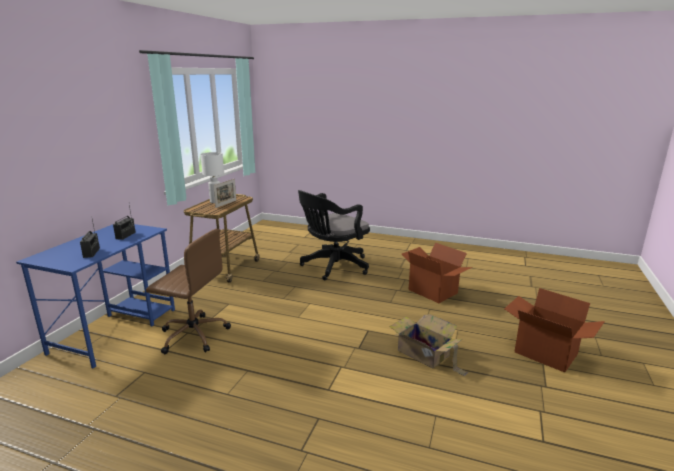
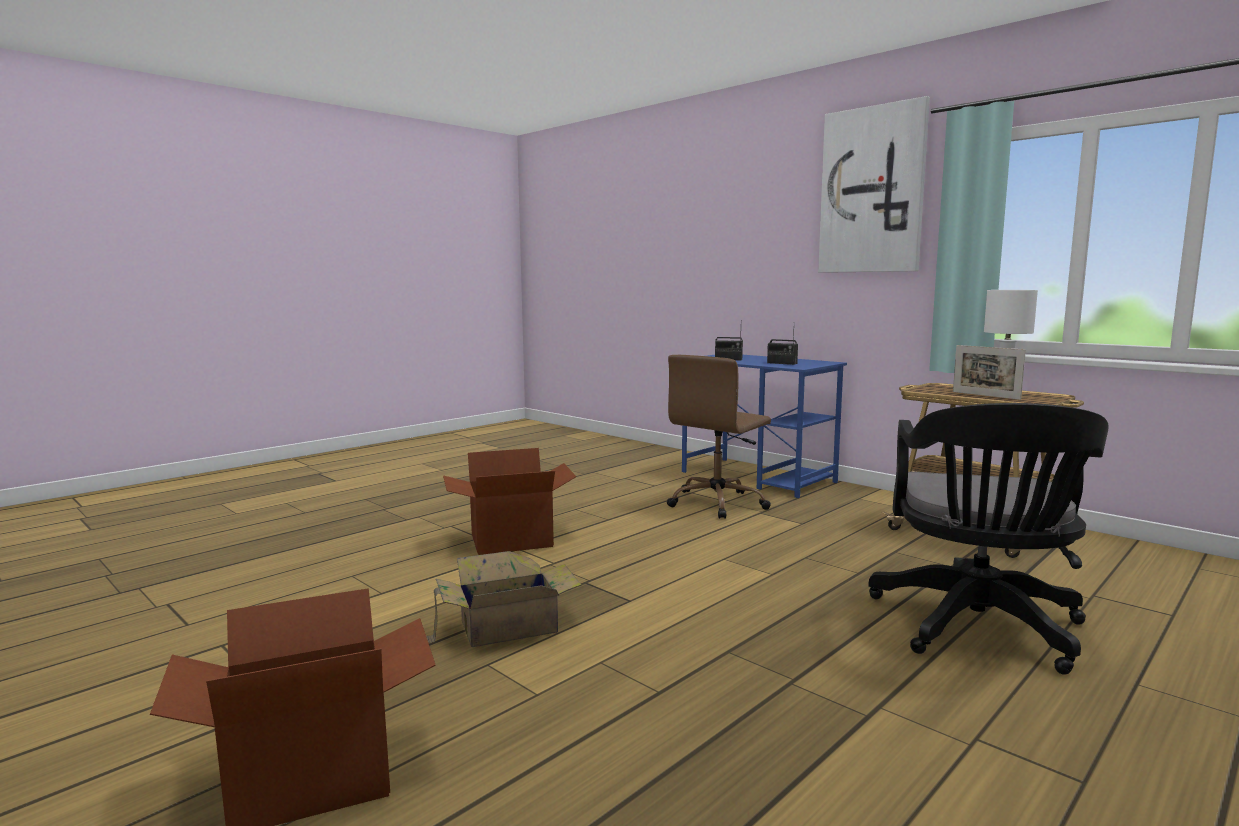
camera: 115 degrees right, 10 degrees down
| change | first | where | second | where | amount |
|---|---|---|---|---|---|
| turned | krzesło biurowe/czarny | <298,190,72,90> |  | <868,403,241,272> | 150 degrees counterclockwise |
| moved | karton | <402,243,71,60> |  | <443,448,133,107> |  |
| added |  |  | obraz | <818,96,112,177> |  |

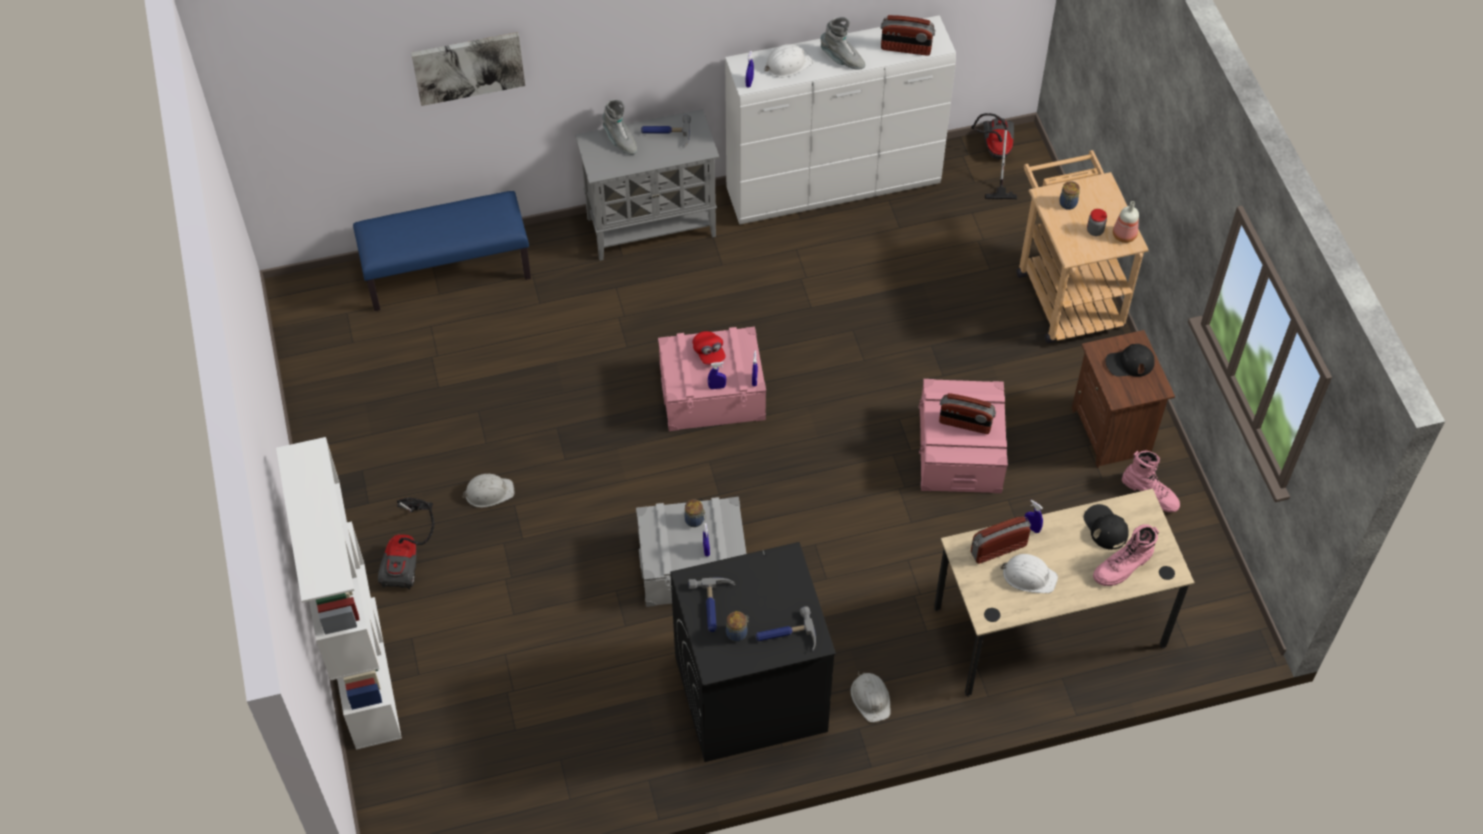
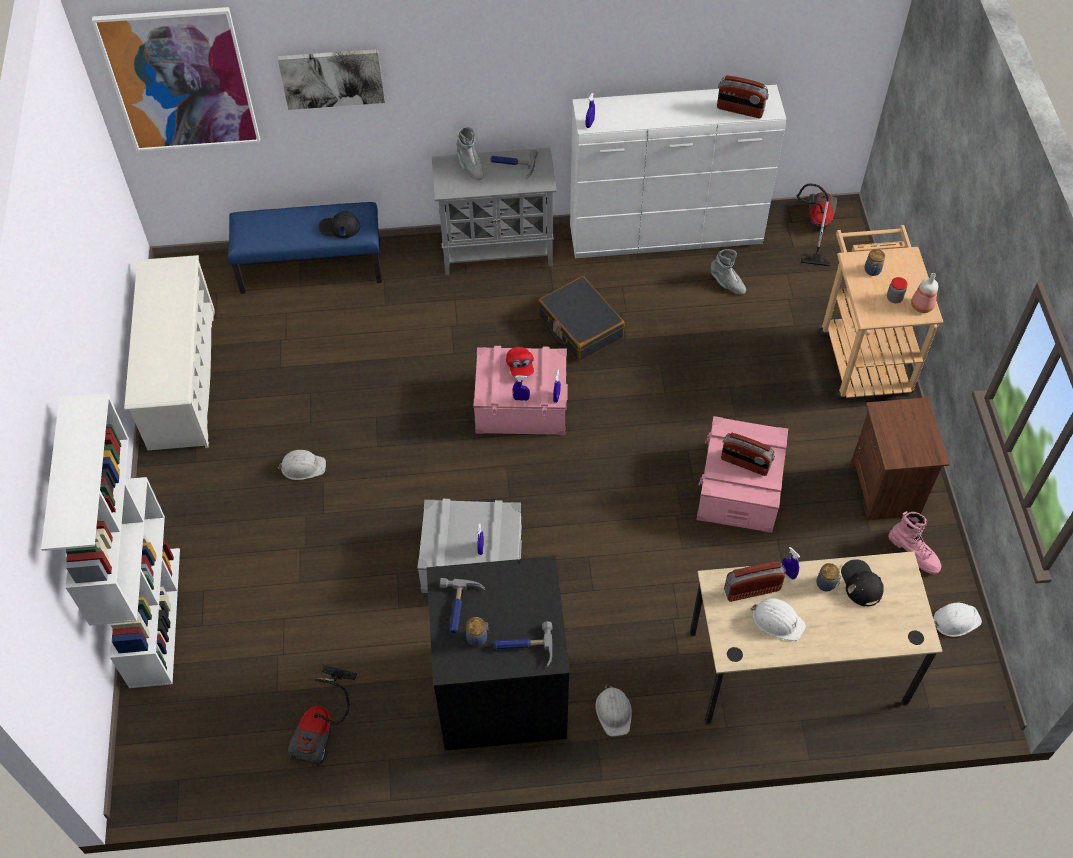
camera: 10 degrees right, 0 degrees up
| change | first | where | second | where | amount |
|---|---|---|---|---|---|
| moved | but z cholewką/szary | <821,17,44,53> |  | <710,249,36,46> |  |
| moved | kask/biały | <765,44,48,33> |  | <933,603,49,34> |  |
| moved | czapka z daszkiem/czarny | <1105,344,50,33> |  | <318,211,42,28> |  |
| moved | odkurzacz | <378,498,56,91> |  | <287,665,70,101> |  |
| moved | słoik | <684,499,22,28> |  | <816,563,25,29> |  |
| removed | but z cholewką/różowy | <1093,524,66,62> |  |  |  |
| added |  |  | obraz | <92,7,168,144> |  |
| added |  |  | regał na buty/biały | <124,255,91,195> |  |
| added |  |  | walizka/czarny | <538,276,87,85> |  |

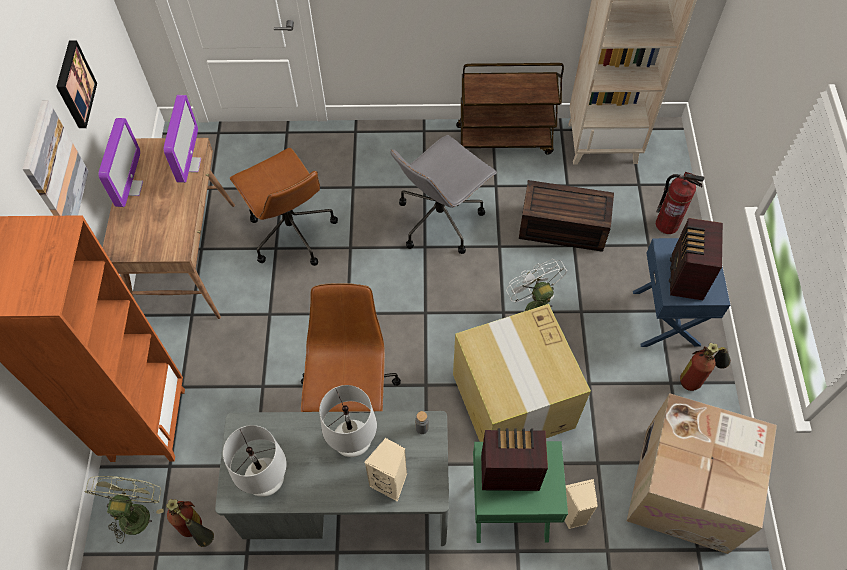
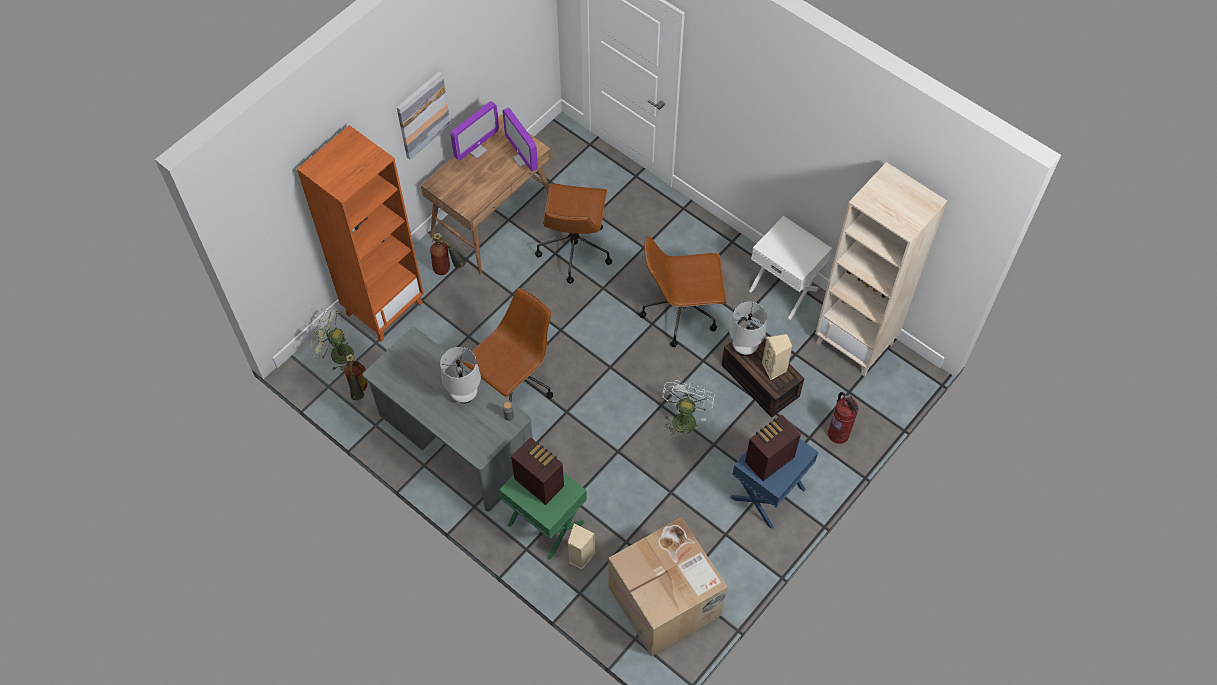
camera: 40 degrees right, 0 degrees up
| change | first | where | second | where | amount |
|---|---|---|---|---|---|
| removed | obraz | <56,40,41,88> |  |  |  |
| replaced | wózek/brązowy | <456,63,108,92> | szafka nocna/biały | <749,216,83,103> |  |
| turned | monitor | <164,95,37,88> |  | <502,107,36,65> | 105 degrees clockwise |
| recoloured | krzesło biurowe/szary | <390,135,107,119> | krzesło biurowe/brązowy | <639,236,87,111> |  |
| removed | karton | <453,304,138,138> |  |  |  |
| moved | gaśnica | <680,343,51,48> |  | <430,233,36,42> |  |
| moved | lampa stołowa/biały | <223,425,64,72> |  | <729,302,38,54> |  |
| moved | głośnik/beżowy | <364,438,43,64> |  | <762,334,31,46> |  |
| turned | wentylator/zielony | <85,476,79,67> |  | <310,308,44,63> | 120 degrees counterclockwise |

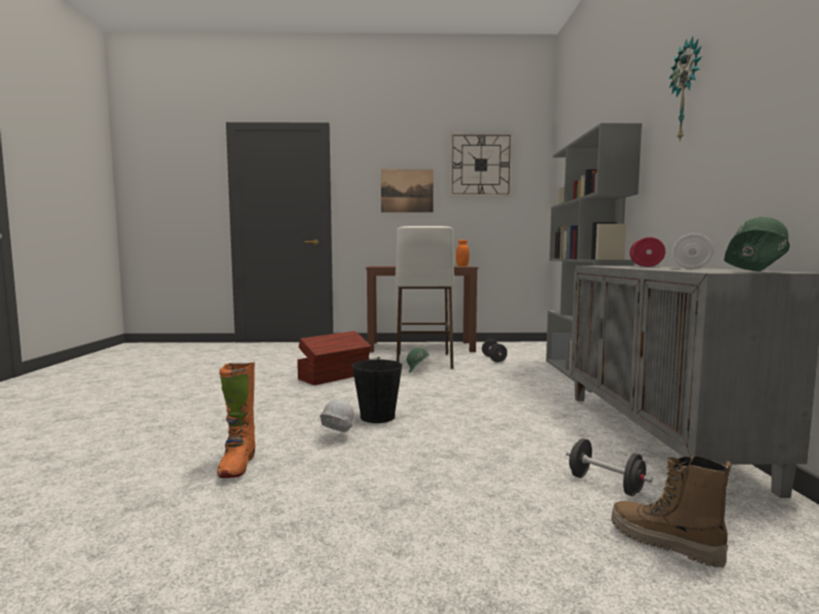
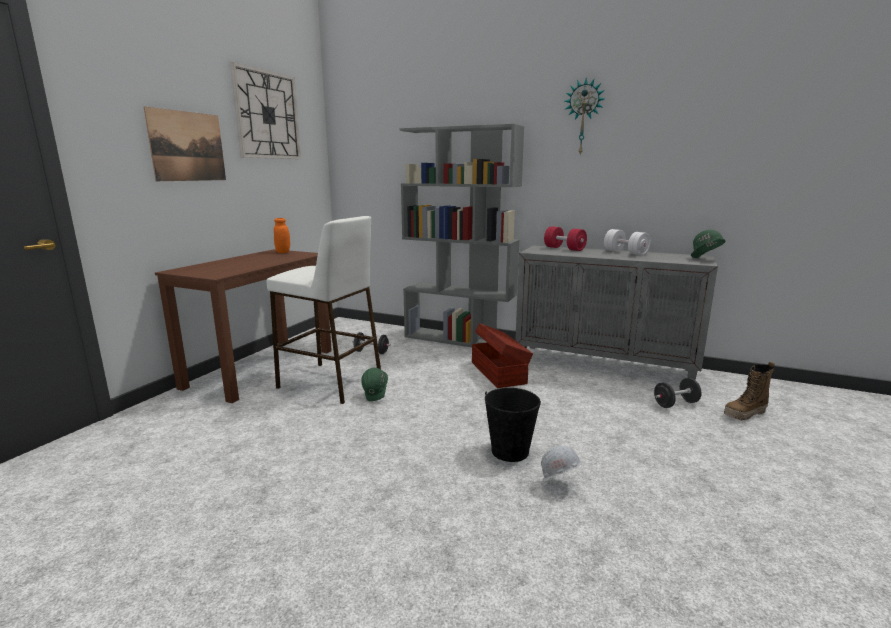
camera: 65 degrees left, 10 degrees up
| change | first | where | second | where | amount |
|---|---|---|---|---|---|
| moved | pojemnik do przechowywania/brązowy | <297,331,74,54> |  | <472,323,61,65> |  |
| removed | but z cholewką/pomarańczowy | <217,362,38,116> |  |  |  |

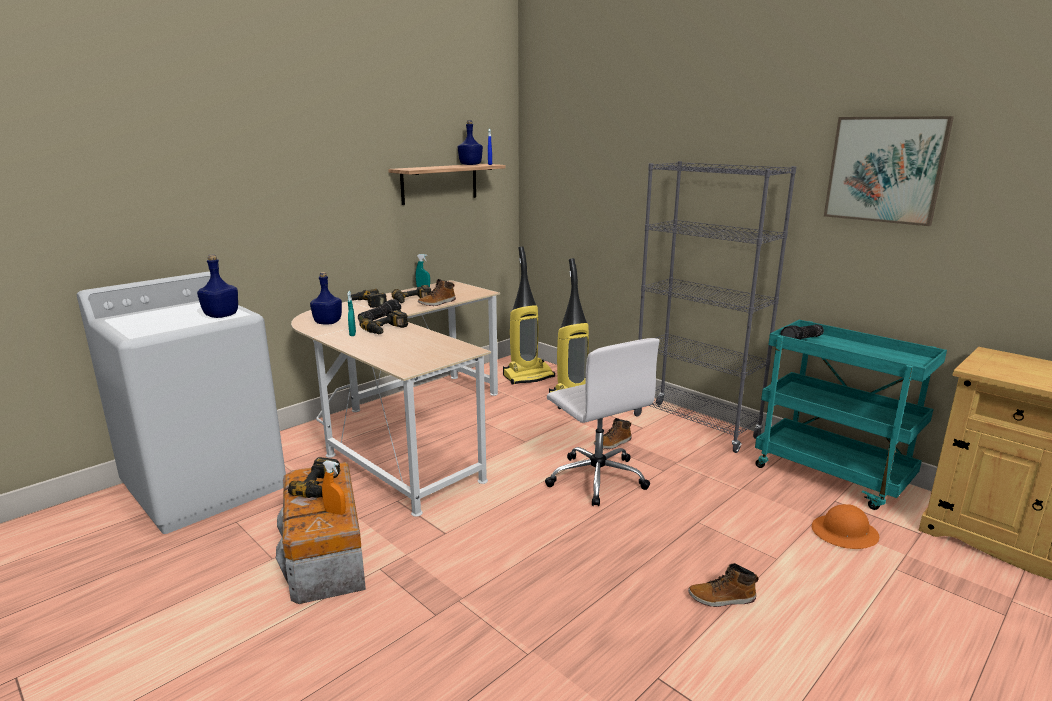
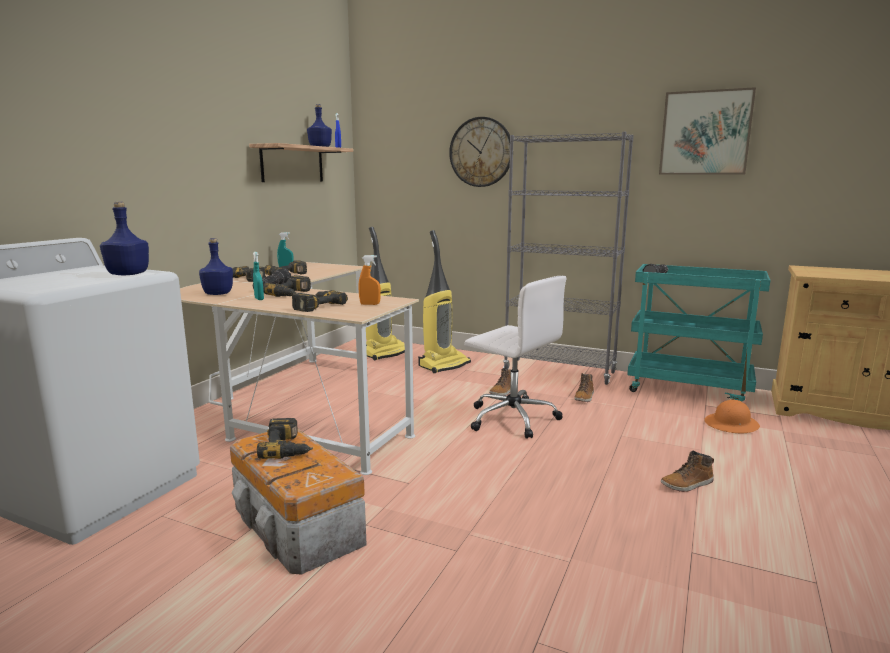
camera: 20 degrees left, 5 degrees down
| change | first | where | second | where | amount |
|---|---|---|---|---|---|
| moved | but z cholewką | <418,279,38,27> |  | <574,373,20,29> |  |
| moved | spryskiwacz/pomarańczowy | <322,460,24,55> |  | <359,255,22,50> |  |
| added |  |  | zegar ścienny | <449,117,61,70> |  |
| added |  |  | wiertarka | <292,290,56,22> |  |

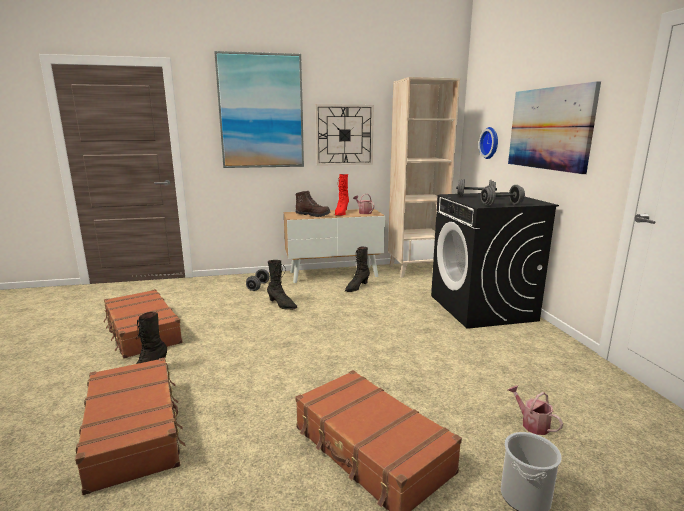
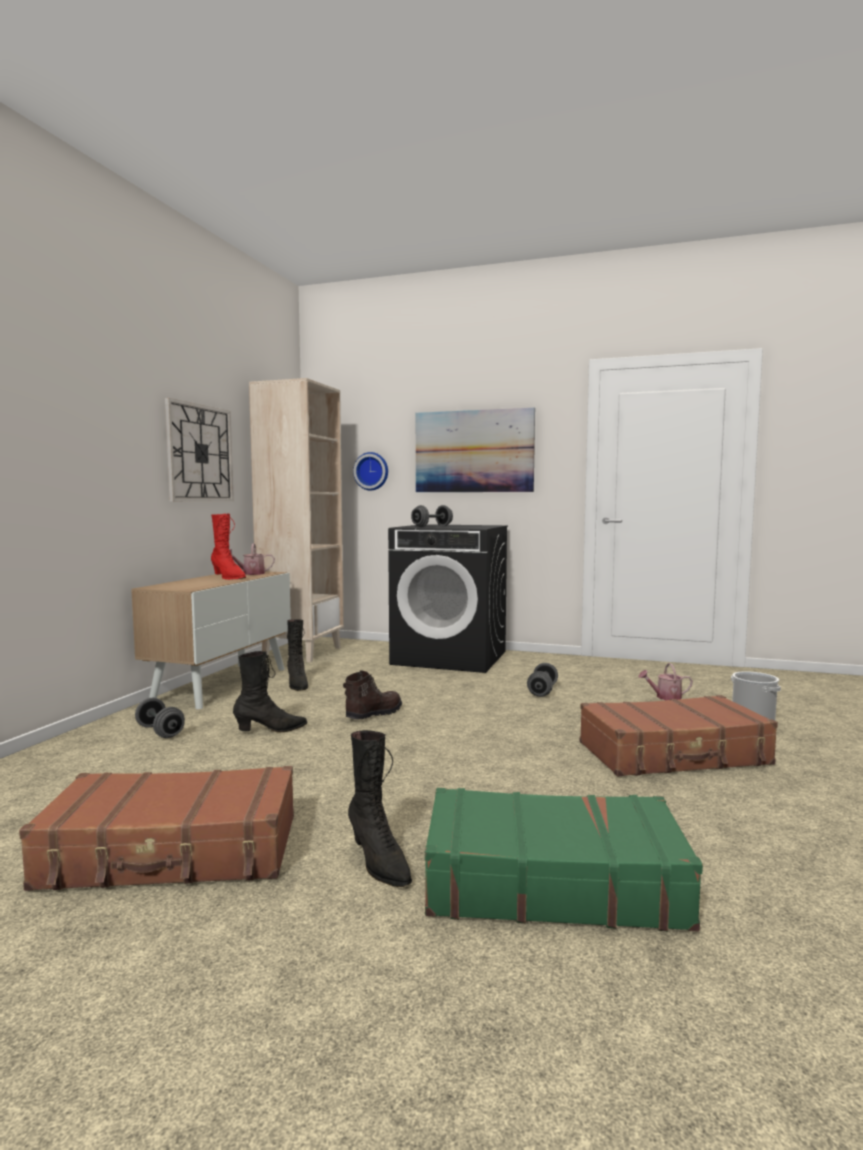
camera: 60 degrees left, 10 degrees down
| change | first | where | second | where | amount |
|---|---|---|---|---|---|
| removed | obraz | <214,51,90,117> |  |  |  |
| moved | hantel/szary | <481,185,44,21> |  | <527,663,31,34> |  |
| moved | but z cholewką/brązowy | <295,191,36,26> |  | <343,670,59,49> |  |
| recoloured | walizka/brązowy | <75,357,111,138> | walizka/zielony | <425,788,278,144> |  |

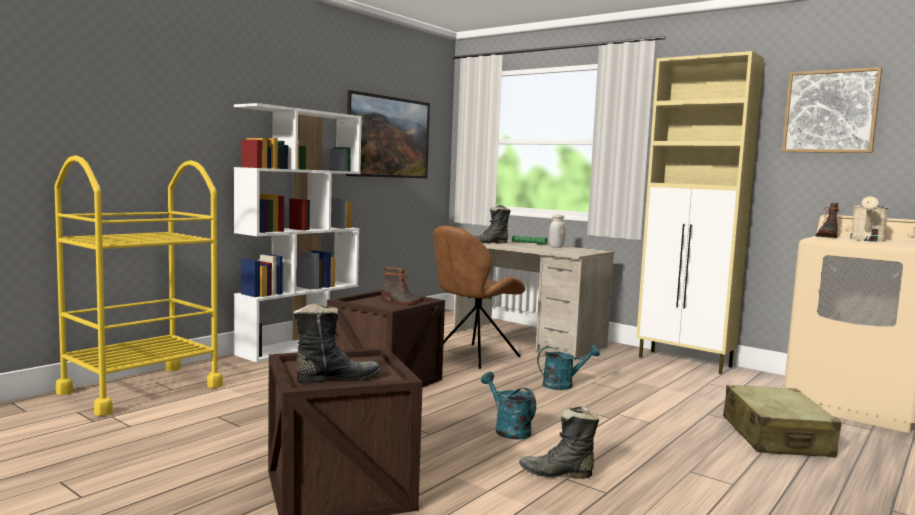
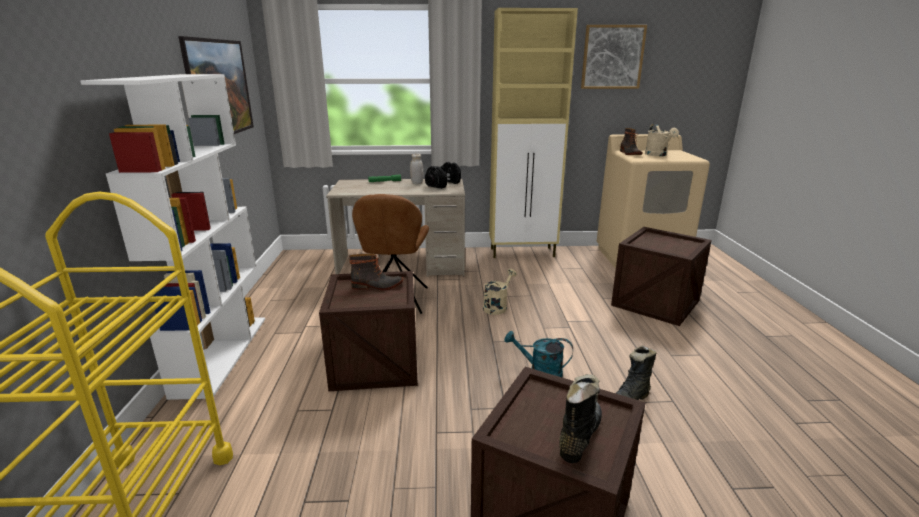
camera: 40 degrees left, 15 degrees up
| change | first | where | second | where | amount |
|---|---|---|---|---|---|
| removed | but z cholewką/czarny | <474,205,37,39> |  |  |  |
| recoloured | konewka/turkusowy | <537,345,63,45> | konewka/beżowy | <483,269,34,46> |  |
| replaced | walizka/beżowy | <723,385,119,73> | skrzynka | <611,227,101,99> |  |
| added |  |  | hantel/czarny | <425,162,36,27> |  |

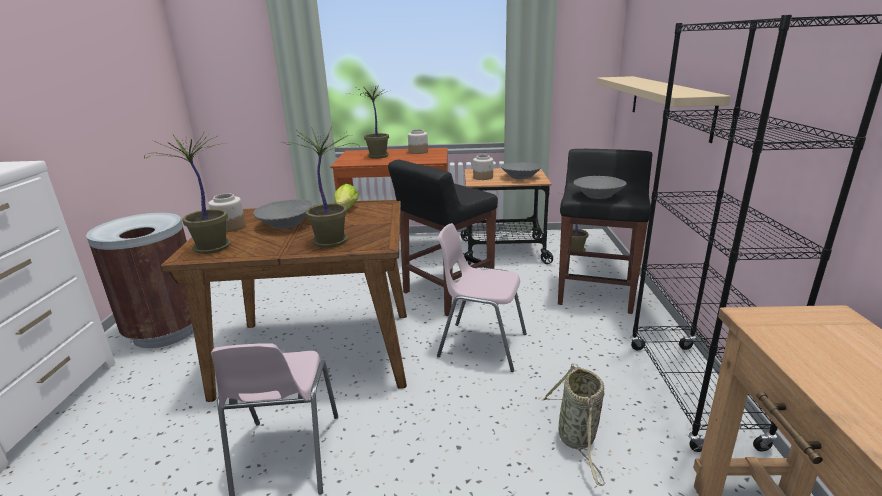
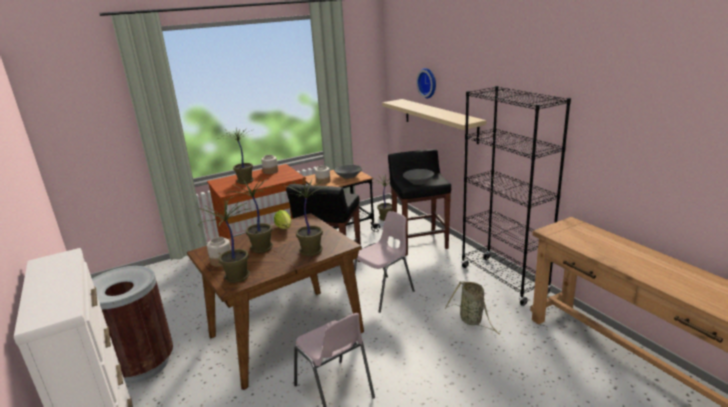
camera: 30 degrees left, 0 degrees up
| change | first | where | second | where | amount |
|---|---|---|---|---|---|
| replaced | miska/szary | <253,199,61,30> | roślina doniczkowa | <227,178,46,75> |  |
| turned | krzesło/różowy | <437,223,90,149> |  | <354,211,61,102> | 150 degrees clockwise |
| added |  |  | zegar ścienny | <416,68,20,30> |  |

